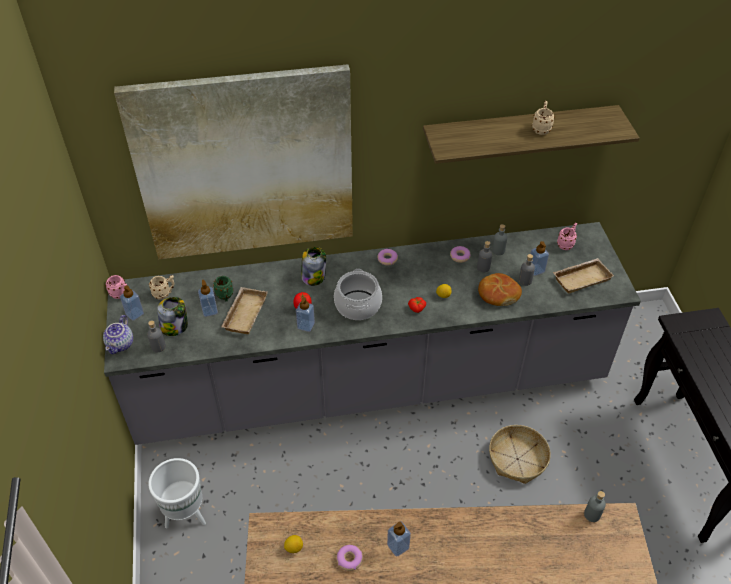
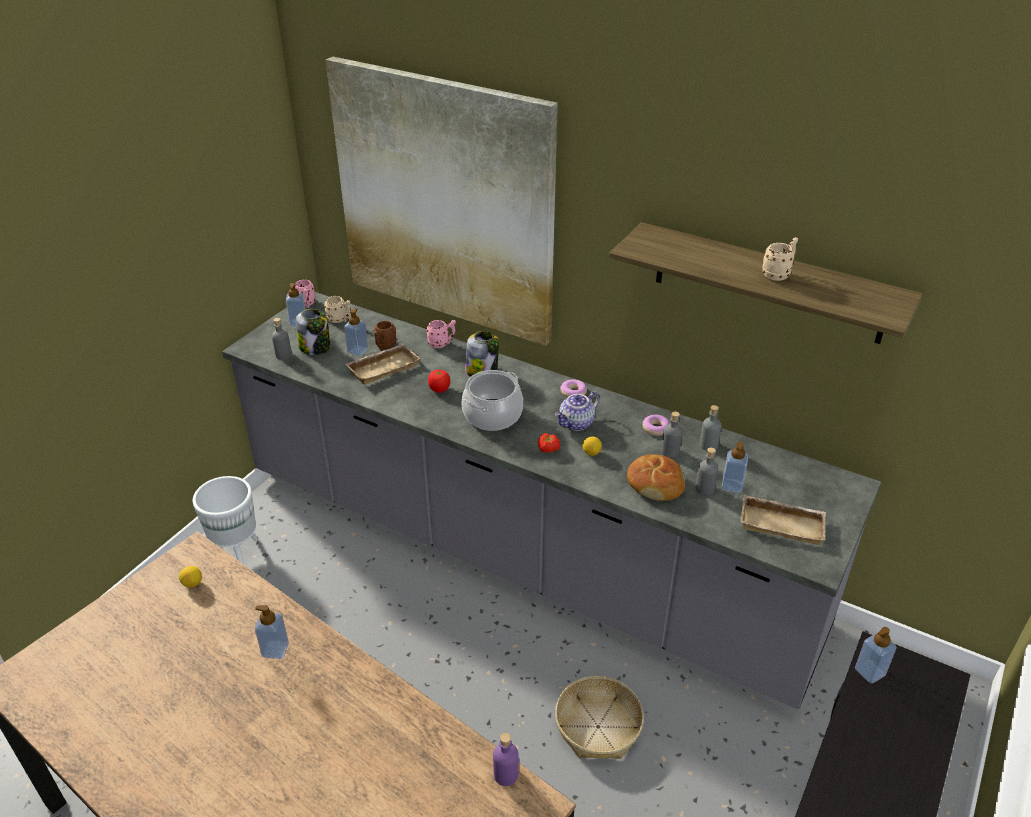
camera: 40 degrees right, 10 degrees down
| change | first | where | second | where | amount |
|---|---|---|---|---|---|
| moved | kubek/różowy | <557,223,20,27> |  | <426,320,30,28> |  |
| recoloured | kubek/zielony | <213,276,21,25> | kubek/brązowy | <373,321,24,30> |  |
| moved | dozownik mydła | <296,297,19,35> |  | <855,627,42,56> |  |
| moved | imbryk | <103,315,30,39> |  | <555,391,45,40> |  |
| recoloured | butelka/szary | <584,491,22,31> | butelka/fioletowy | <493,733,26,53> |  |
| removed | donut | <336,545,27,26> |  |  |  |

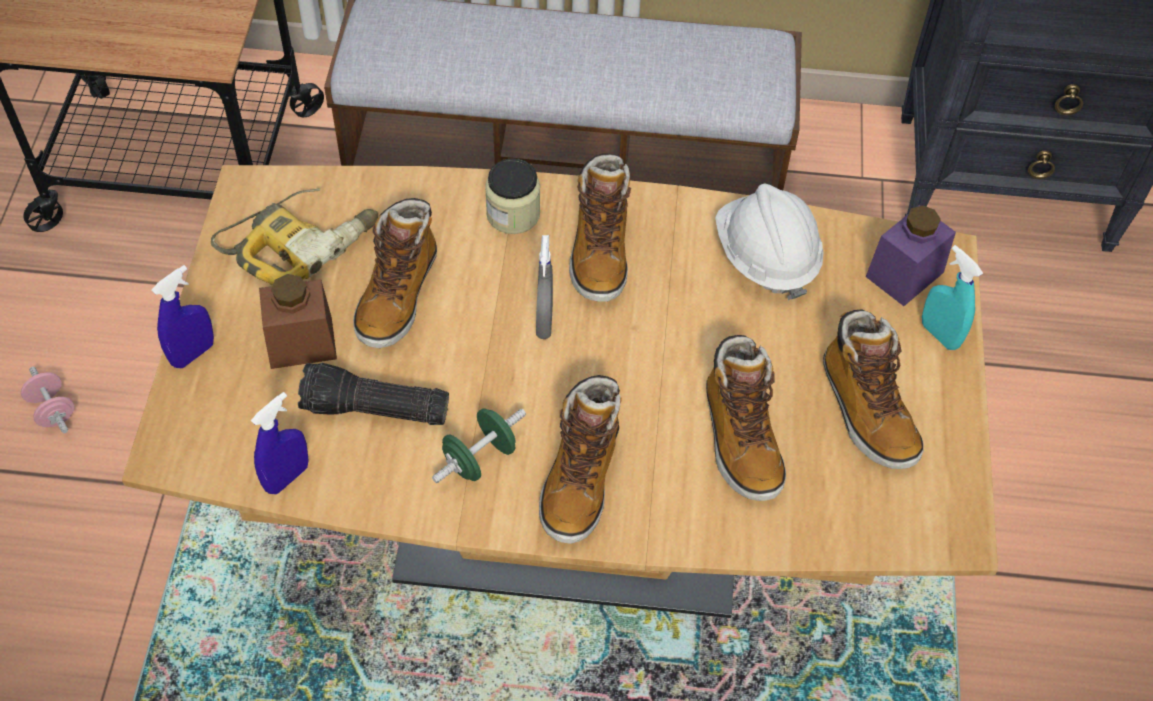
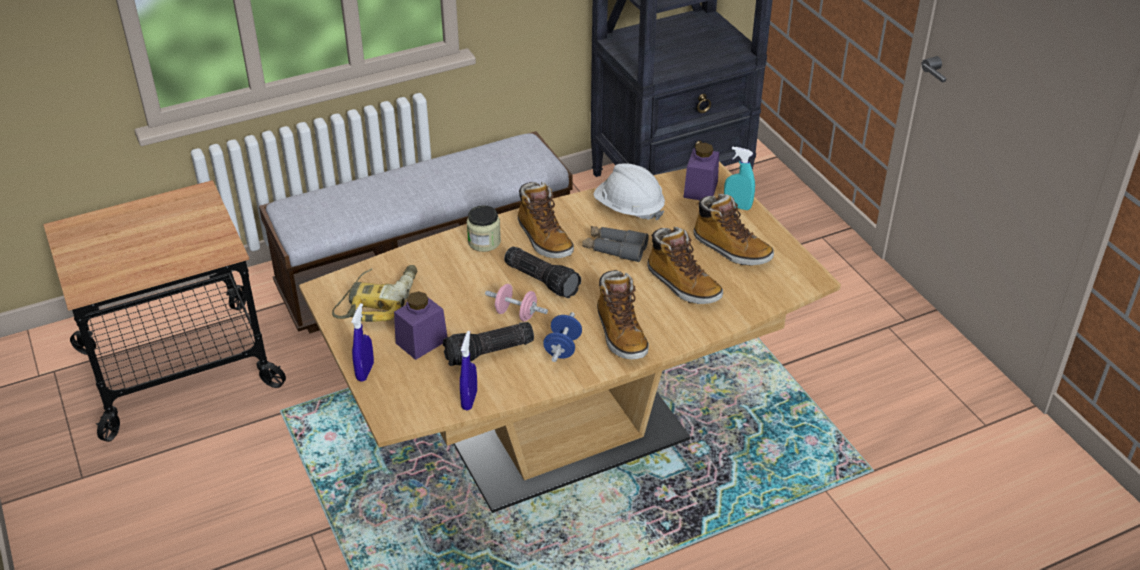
camera: 30 degrees left, 15 degrees down
| change | first | where | second | where | amount |
|---|---|---|---|---|---|
| removed | but z cholewką | <353,198,84,151> |  |  |  |
| replaced | spryskiwacz/szary | <536,235,17,104> | latarka | <504,247,77,51> |  |
| recoloured | słoik/brązowy | <259,274,78,95> | słoik/fioletowy | <394,291,53,69> |  |
| moved | hantel/różowy | <21,367,53,66> |  | <485,284,63,38> |  |
| recoloured | hantel/zielony | <432,408,94,75> | hantel/niebieski | <543,312,39,50> |  |
| added |  |  | lornetka/szary | <582,226,67,36> |  |

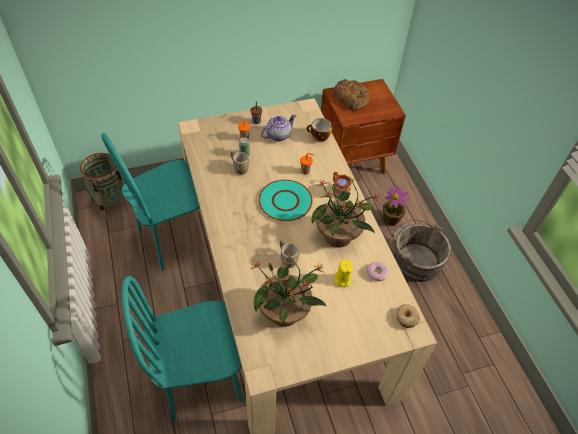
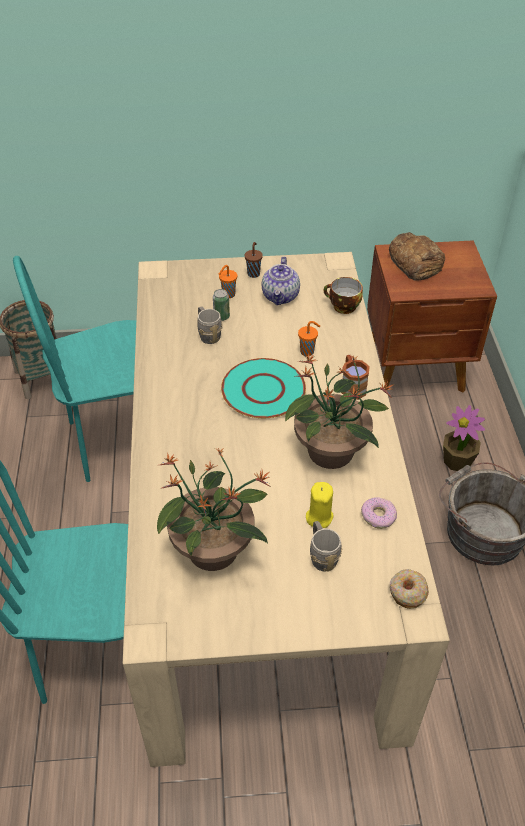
camera: 15 degrees right, 5 degrees down
| change | first | where | second | where | amount |
|---|---|---|---|---|---|
| turned | imbryk | <261,114,36,27> |  | <262,256,38,49> | 120 degrees clockwise |
| moved | kubek/szary | <280,240,19,28> |  | <310,521,32,50> |  |

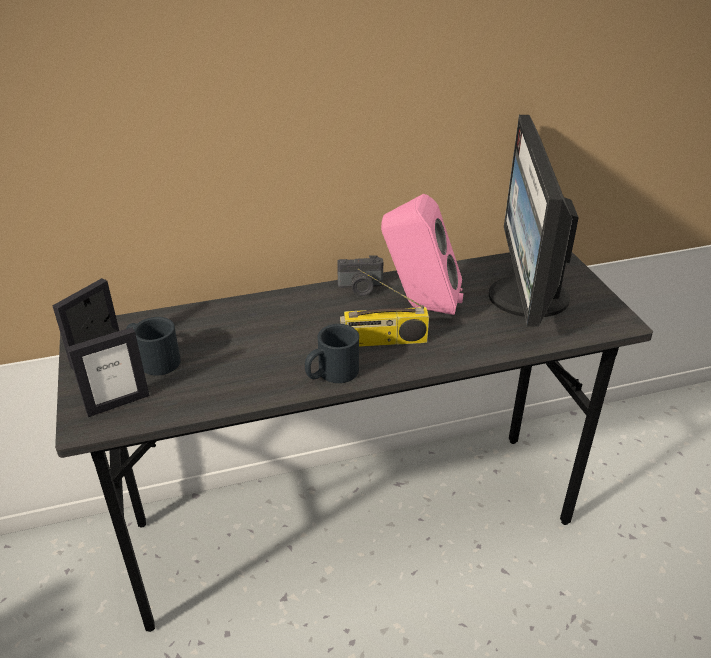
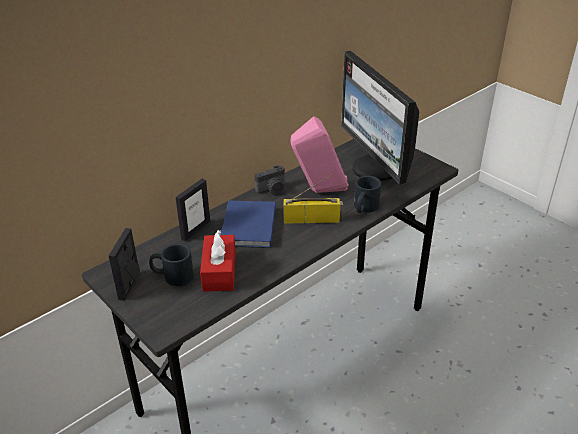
camera: 25 degrees left, 0 degrees up
| change | first | where | second | where | amount |
|---|---|---|---|---|---|
| turned | radio | <340,269,89,78> |  | <283,174,60,50> | 150 degrees counterclockwise |
| moved | kubek/czarny | <305,324,54,59> |  | <354,176,27,37> |  |
| moved | ramka na zdjęcie | <67,327,83,90> |  | <175,179,35,62> |  |
| added |  |  | książka/niebieski | <221,201,55,47> |  |
| added |  |  | pudełko chusteczek/czerwony | <200,230,36,62> |  |

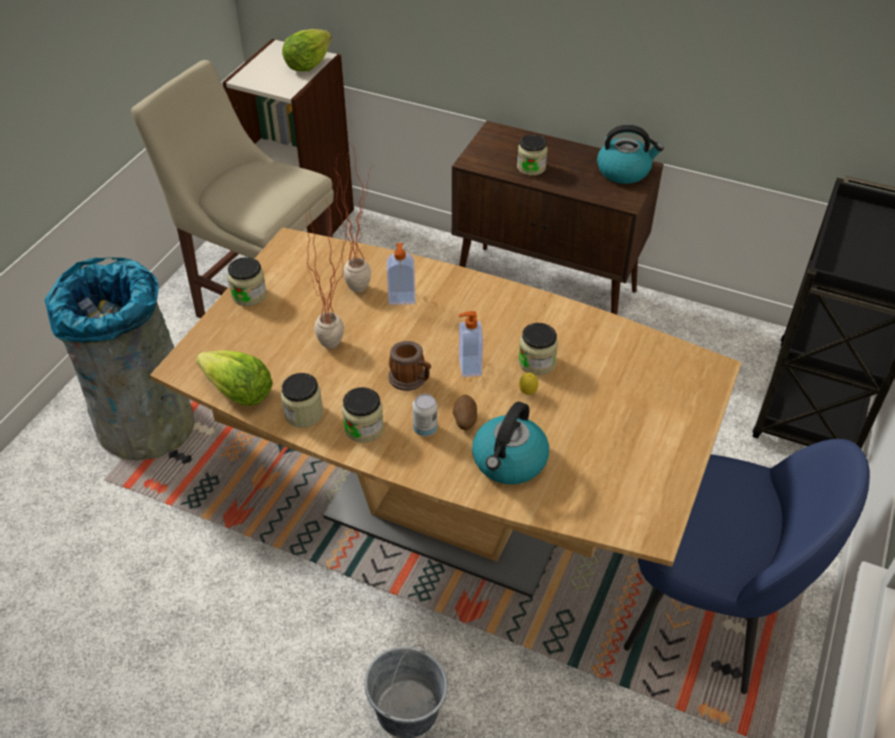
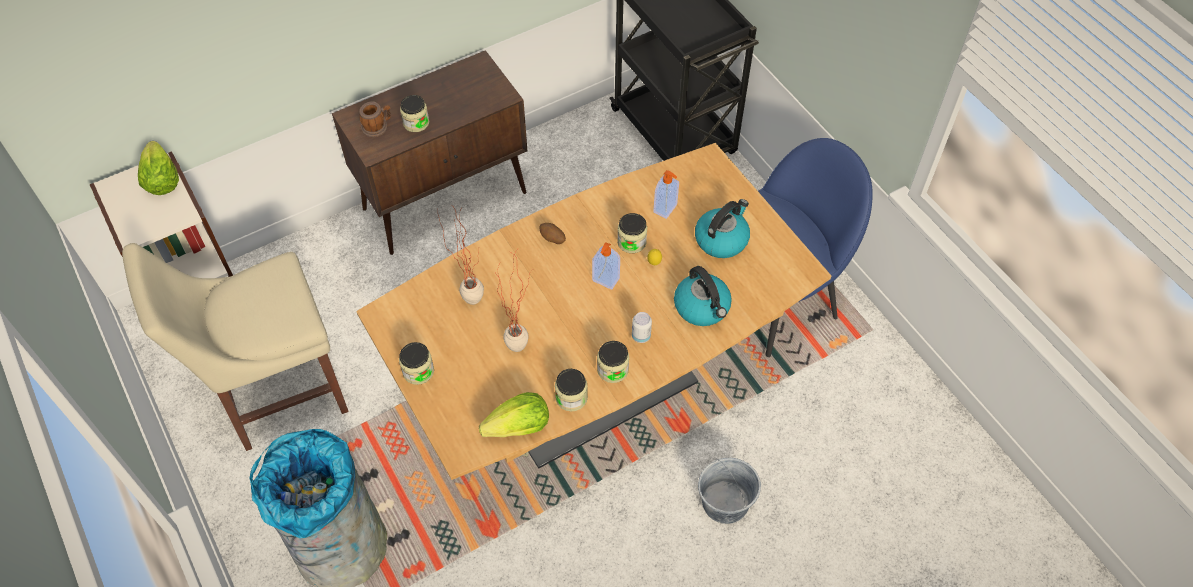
camera: 55 degrees left, 10 degrees up
| change | first | where | second | where | amount |
|---|---|---|---|---|---|
| moved | czajnik | <597,125,67,59> |  | <695,199,55,59> |  |
| moved | dozownik mydła | <387,243,29,62> |  | <653,170,26,49> |  |
| moved | kubek | <388,341,43,50> |  | <359,101,32,36> |  |
| moved | ziemniak | <453,395,24,35> |  | <540,223,26,21> |  |

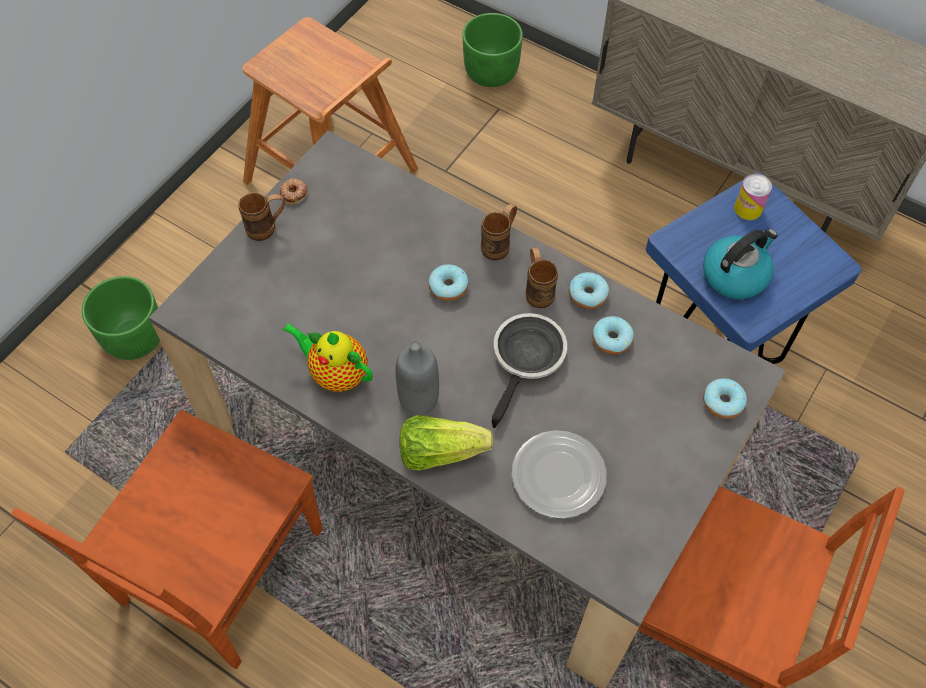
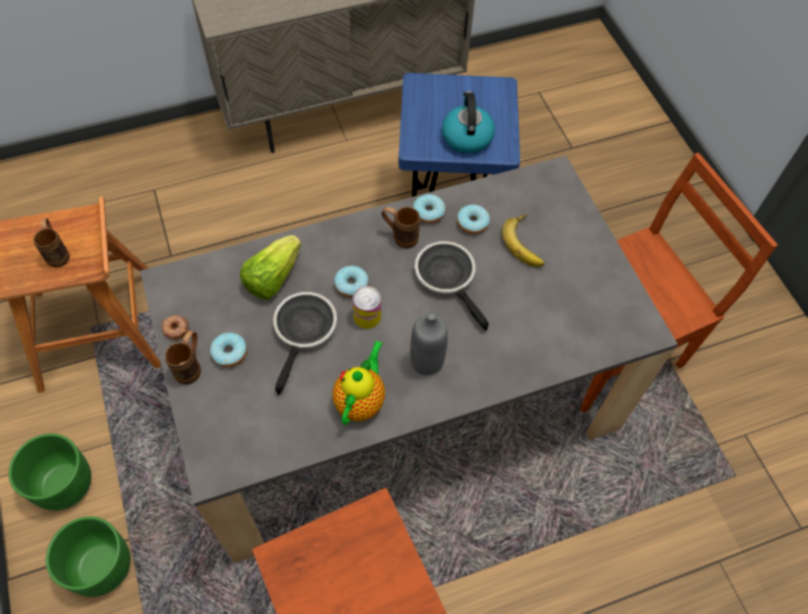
camera: 55 degrees left, 0 degrees up
| change | first | where | second | where | amount |
|---|---|---|---|---|---|
| moved | donica/zielony | <462,13,61,74> |  | <9,434,82,77> |  |
| moved | puszka | <734,174,38,46> |  | <353,286,28,43> |  |
| moved | kubek/brązowy | <481,204,36,56> |  | <33,218,37,50> |  |
| turned | imbryk | <283,323,90,69> |  | <332,340,53,85> | 135 degrees clockwise |
| moved | donut | <703,378,44,41> |  | <210,333,37,34> |  |
| moved | sałata | <400,415,93,56> |  | <240,235,61,65> |  |
| removed | talerz | <512,430,95,89> |  |  |  |
| added |  |  | banan | <502,214,43,53> |  |
| added |  |  | patelnia | <273,292,64,103> |  |

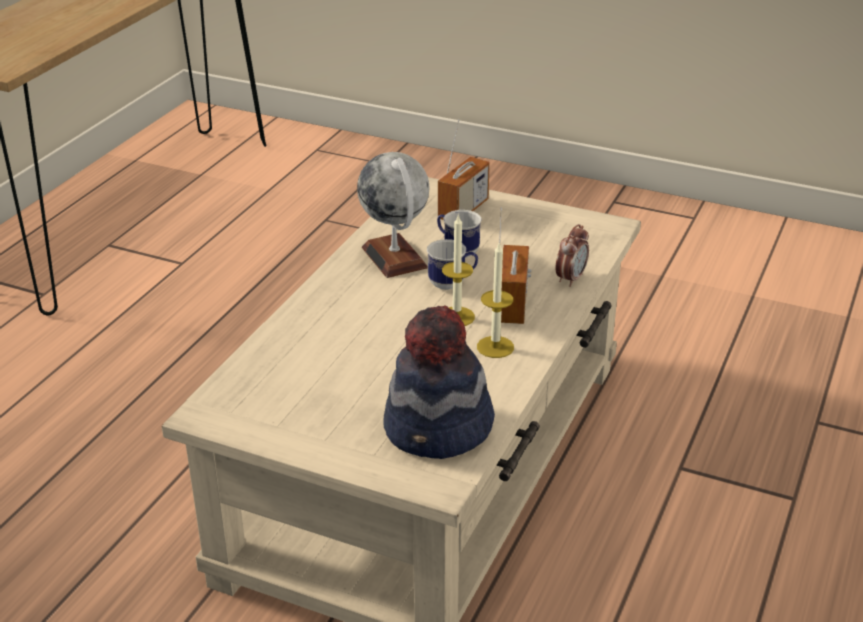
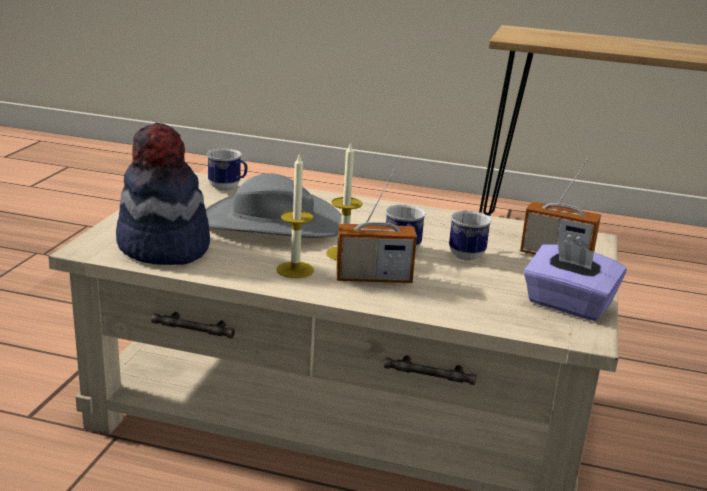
camera: 80 degrees right, 10 degrees down
| change | first | where | second | where | amount |
|---|---|---|---|---|---|
| removed | globus | <357,152,73,126> |  |  |  |
| removed | budzik | <555,224,34,63> |  |  |  |
| added |  |  | kubek | <207,149,41,42> |  |
| added |  |  | kapelusz/szary | <206,173,136,65> |  |
| added |  |  | pudełko chusteczek/fioletowy | <524,241,103,80> |  |

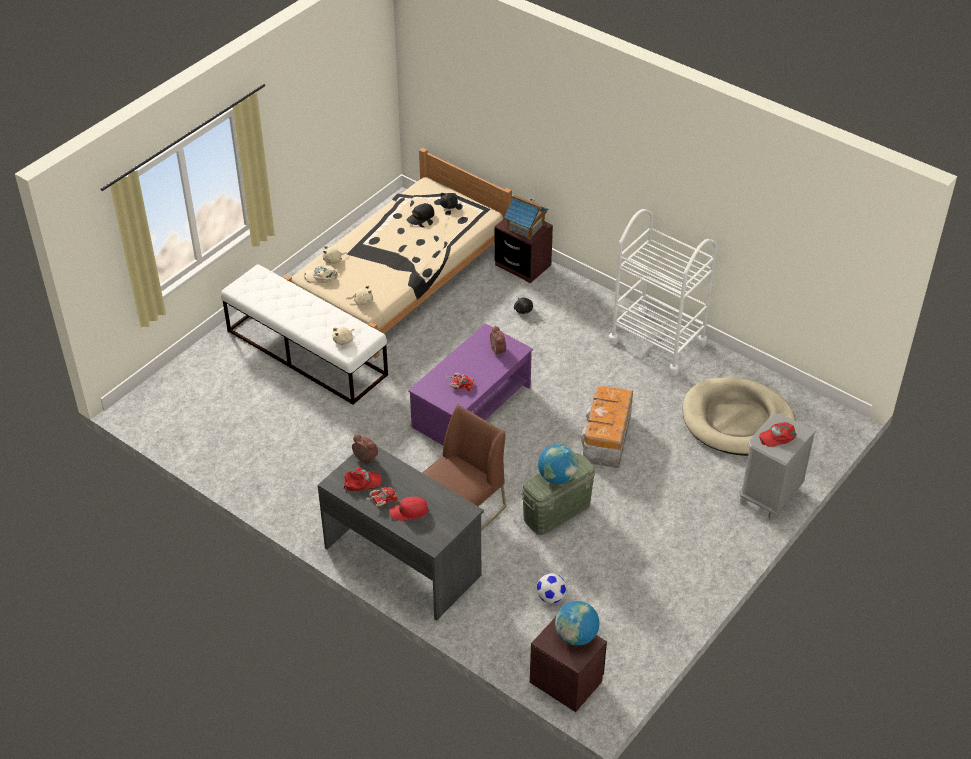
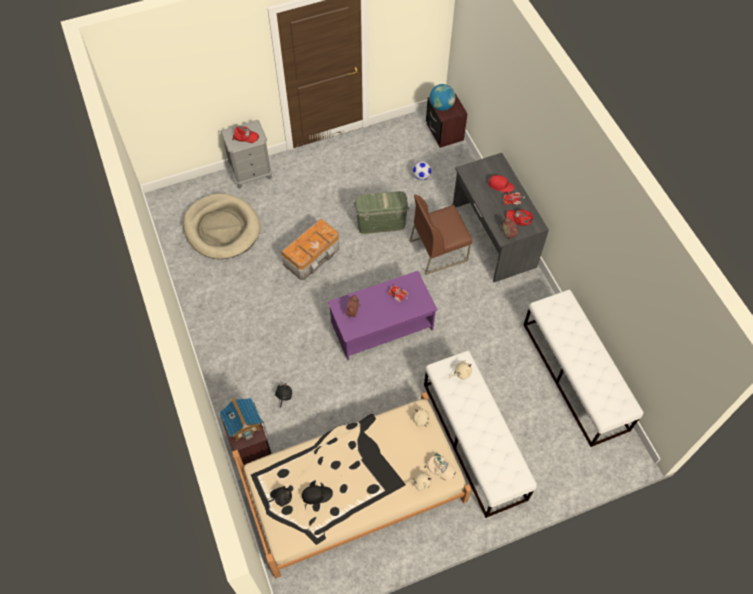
camera: 150 degrees left, 15 degrees up
| change | first | where | second | where | amount |
|---|---|---|---|---|---|
| removed | wózek/biały | <608,209,109,167> |  |  |  |
| removed | globus | <538,444,40,40> |  |  |  |
| added |  |  | ławka/biały | <523,289,120,158> |  |

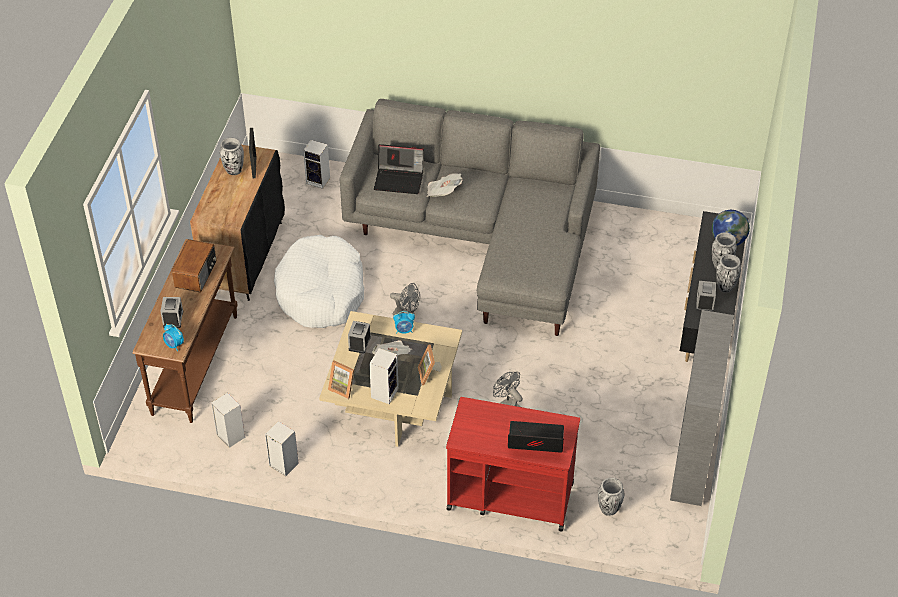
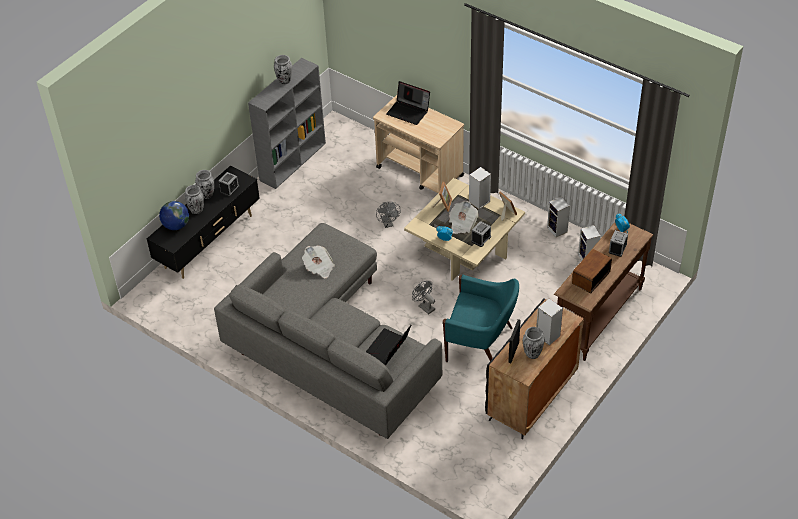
camera: 155 degrees left, 0 degrees up
| change | first | where | second | where | amount |
|---|---|---|---|---|---|
| moved | głośnik | <303,140,27,49> |  | <536,298,27,47> |  |
| turned | laptop | <374,144,50,50> |  | <366,325,45,40> | 90 degrees counterclockwise |
| moved | gazeta | <427,173,35,24> |  | <302,246,33,32> |  |
| replaced | legowisko/biały | <274,235,90,93> | fotel/turkusowy | <443,275,76,87> |  |
| recoloured | wózek/czerwony | <446,397,134,134> | wózek/beżowy | <373,95,91,98> |  |
| moved | wazon | <598,478,26,38> |  | <274,55,18,29> |  |

